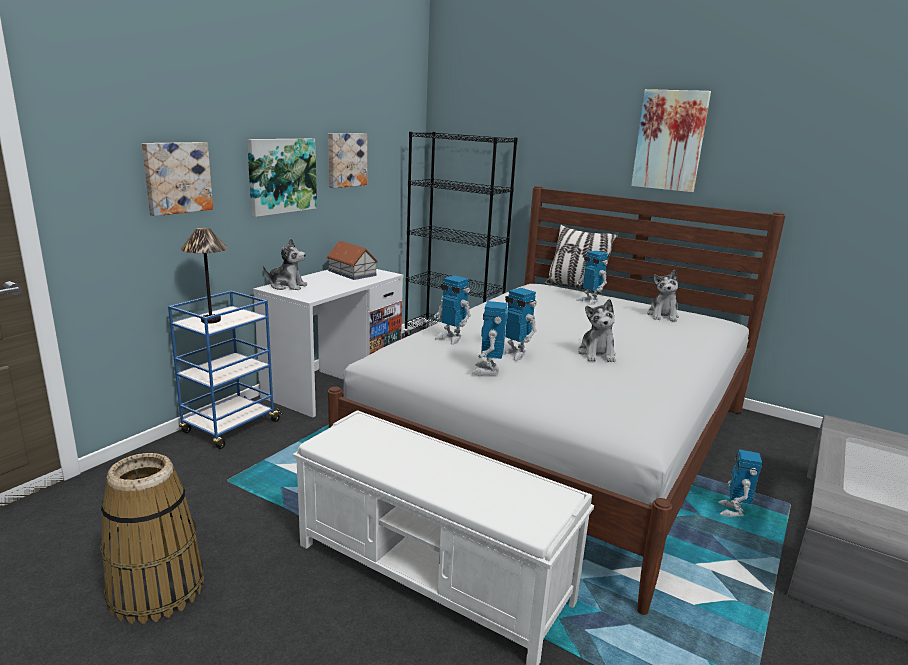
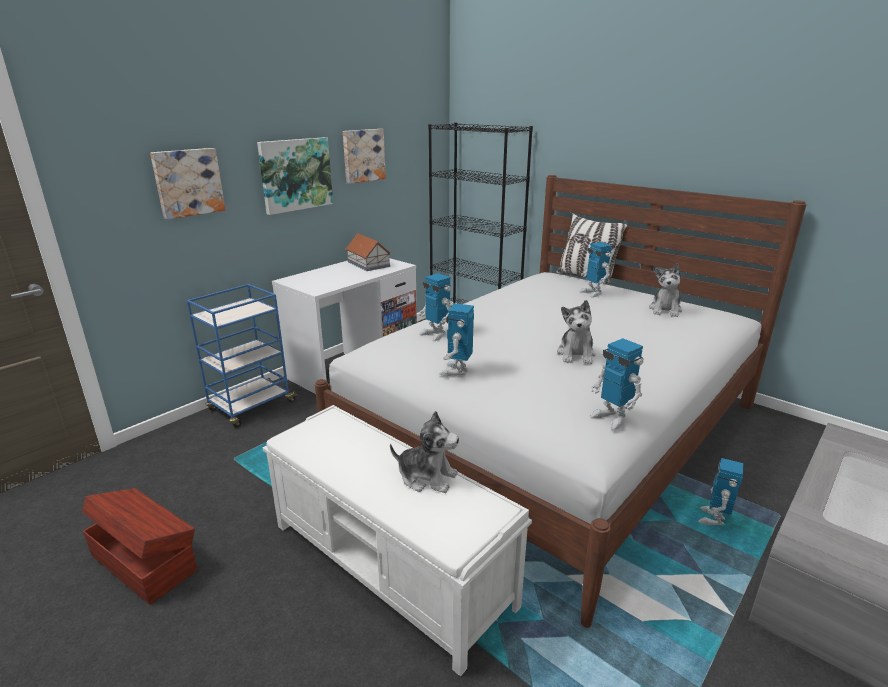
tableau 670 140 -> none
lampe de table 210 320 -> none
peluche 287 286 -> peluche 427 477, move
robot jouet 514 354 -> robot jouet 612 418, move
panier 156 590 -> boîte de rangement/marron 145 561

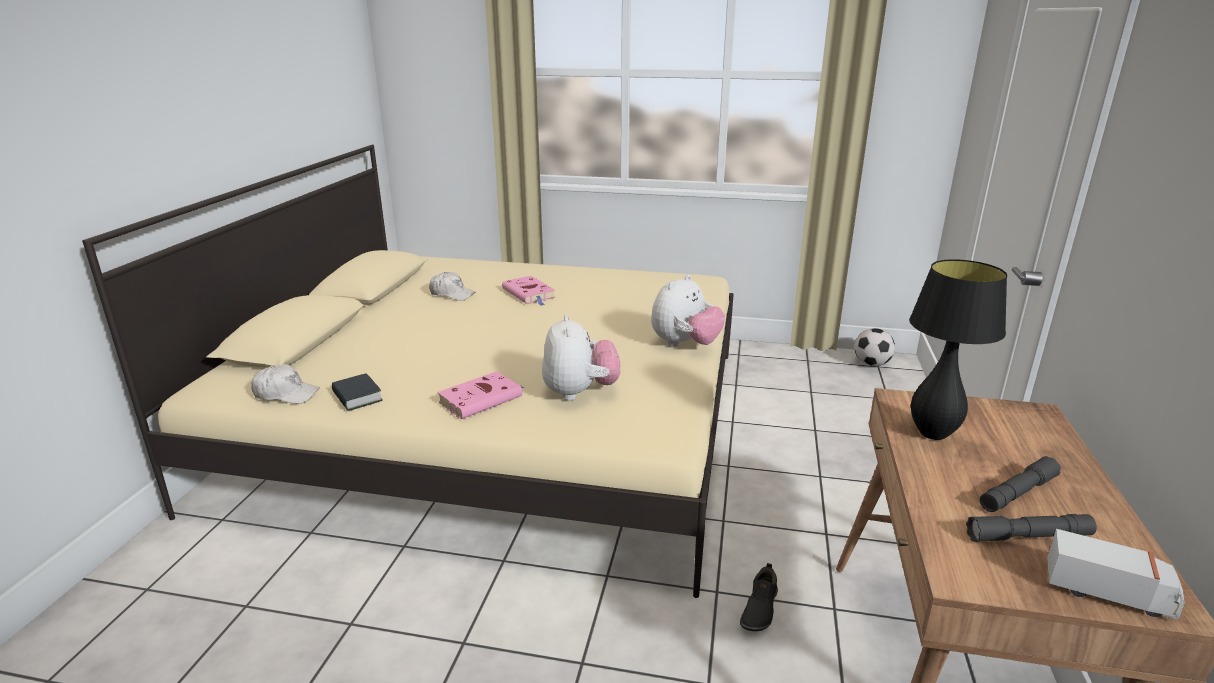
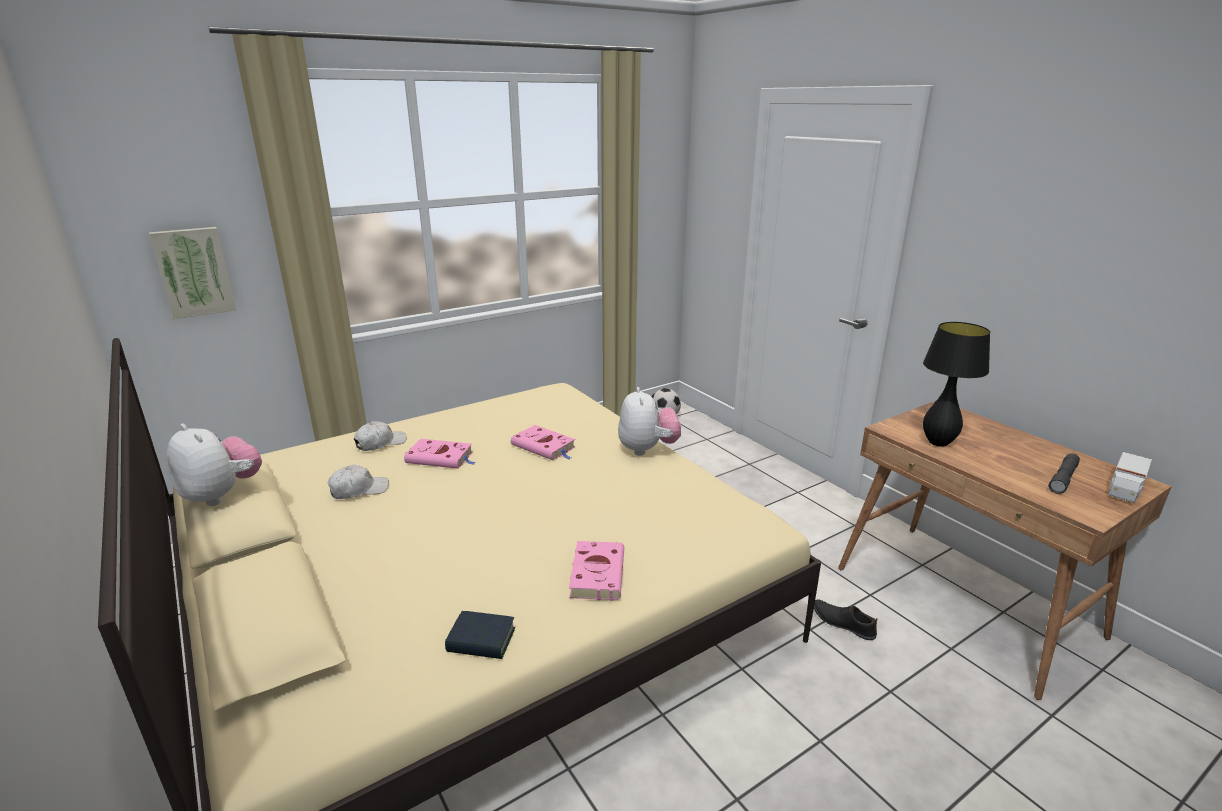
peluche 580 392 -> peluche 222 494, move
casquette/blanc 286 394 -> casquette/blanc 380 443, move
lampe de poche/gris 1017 493 -> none
camion jouet 1108 593 -> camion jouet 1124 489, 150 degrees clockwise
chaussure/noir 759 608 -> chaussure/noir 842 623, 150 degrees clockwise
none -> tableau 194 272
none -> livre/rose 545 447

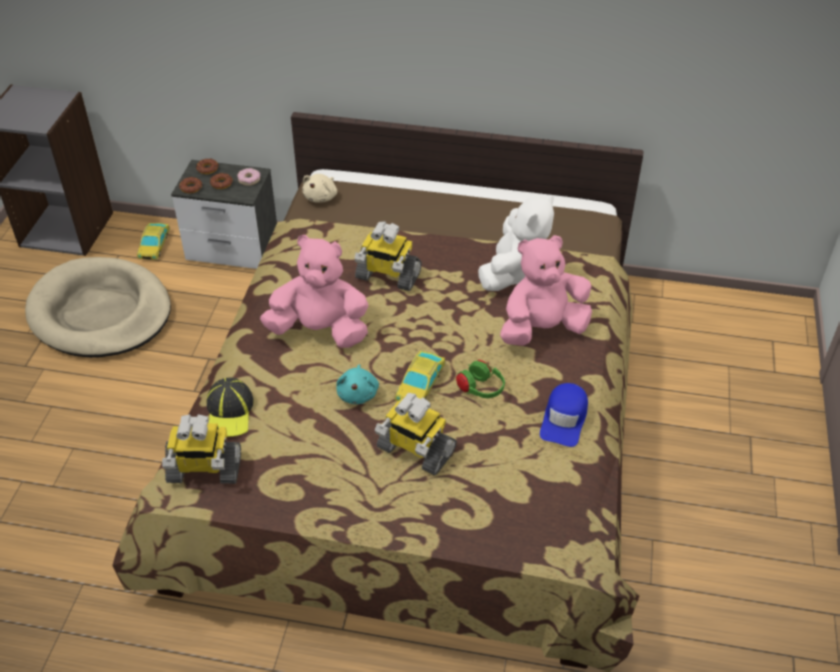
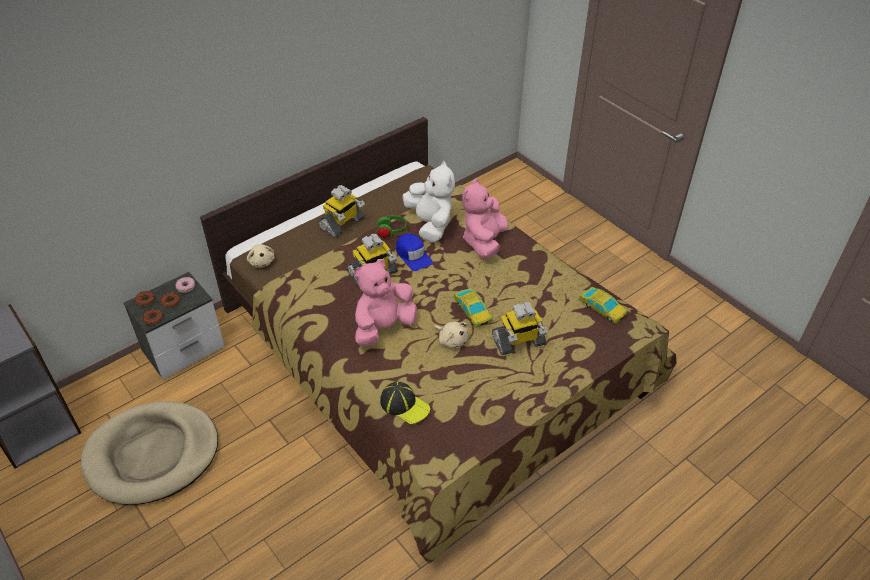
petite voiture 154 245 -> petite voiture 602 308, move
casque audio/vert 480 389 -> casque audio/vert 391 232, move
peluche/turquoise 358 393 -> peluche/beige 452 340
casquette/bleu 564 419 -> casquette/bleu 413 255, move
robot jouet 204 470 -> robot jouet 342 224, move

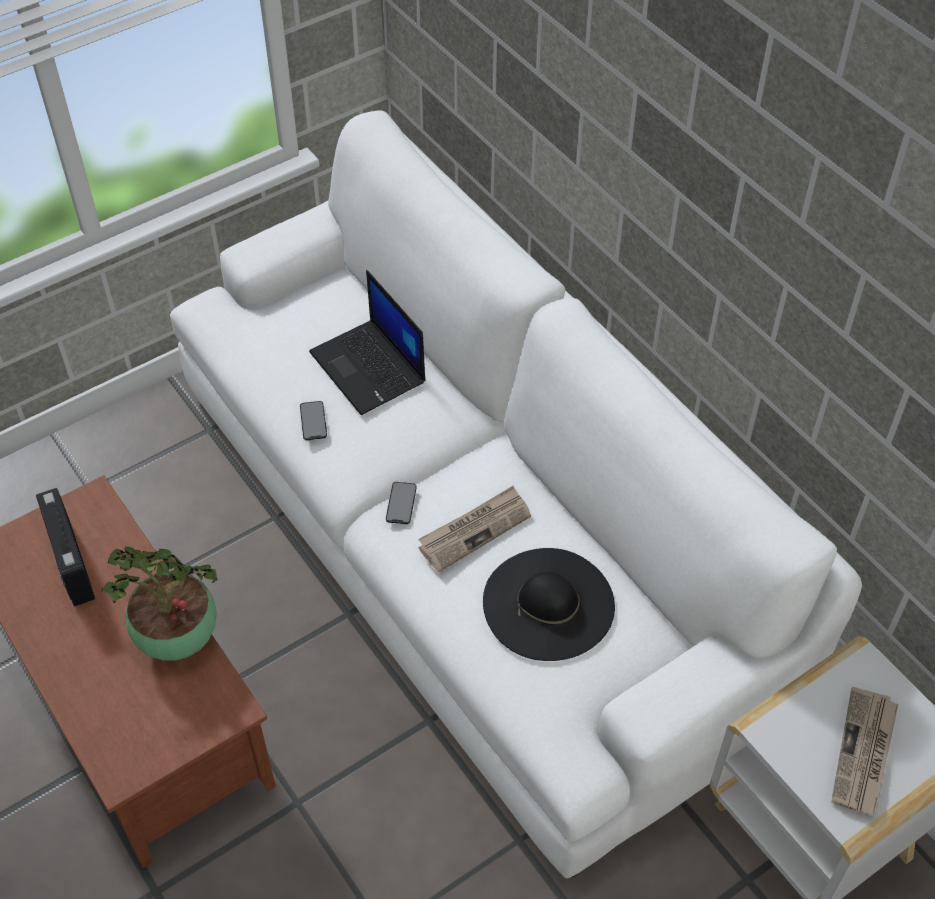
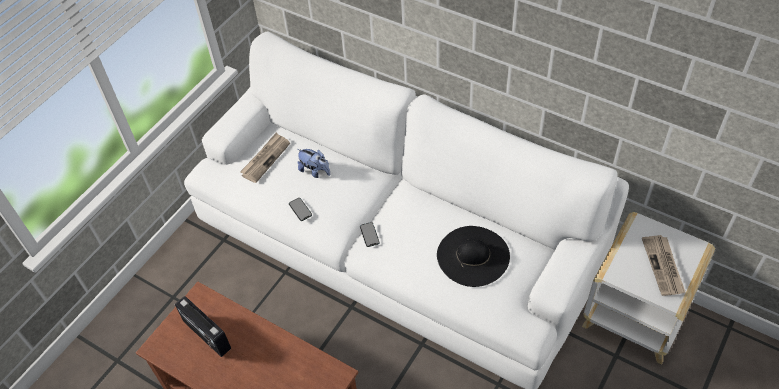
ordinateur portable 369 368 -> peluche 315 171
journal 475 530 -> journal 265 158, move
plante en pot 181 638 -> none

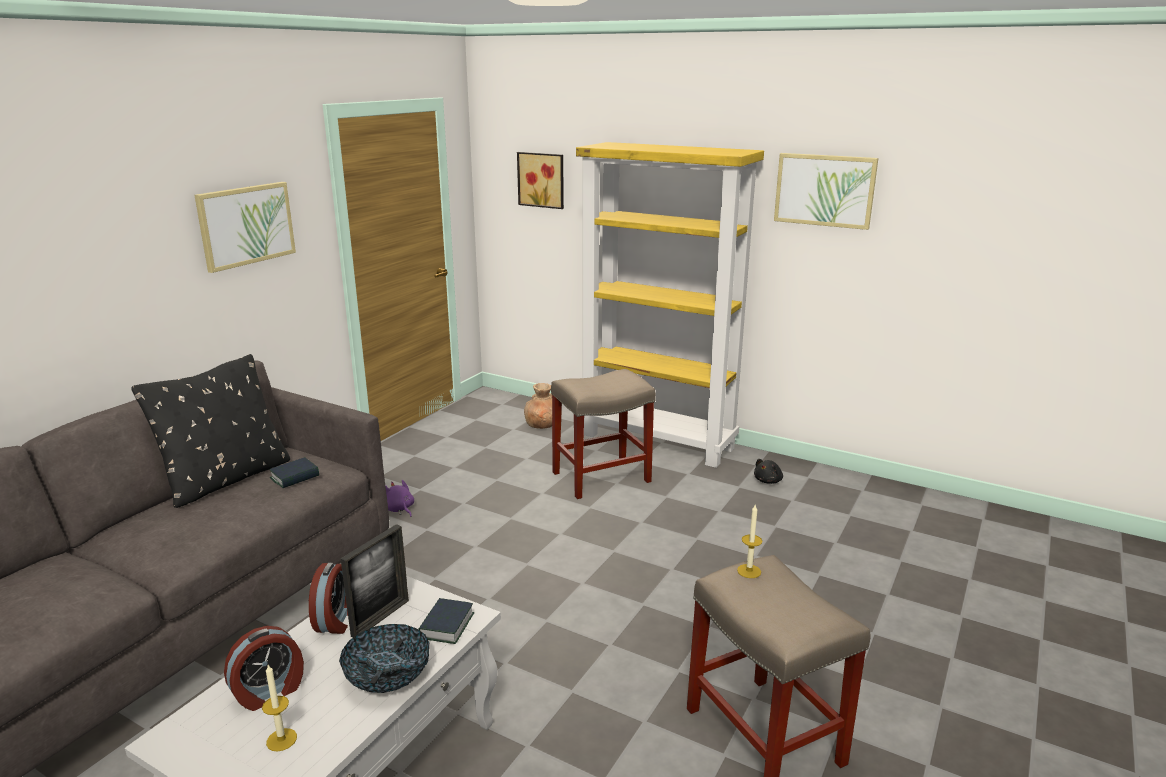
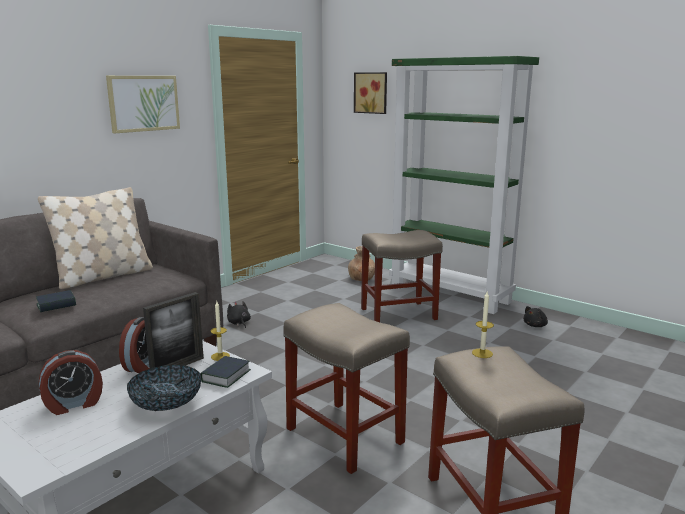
bibliothèque/jaune 659 441 -> bibliothèque/vert 450 294
tableau 824 190 -> none
coussin/noir 227 479 -> coussin/beige 103 276
livre 295 477 -> livre 56 305, move
peluche/violet 399 509 -> peluche/noir 239 323
bougie 281 739 -> bougie 220 356, move
none -> tabouret/beige 346 436

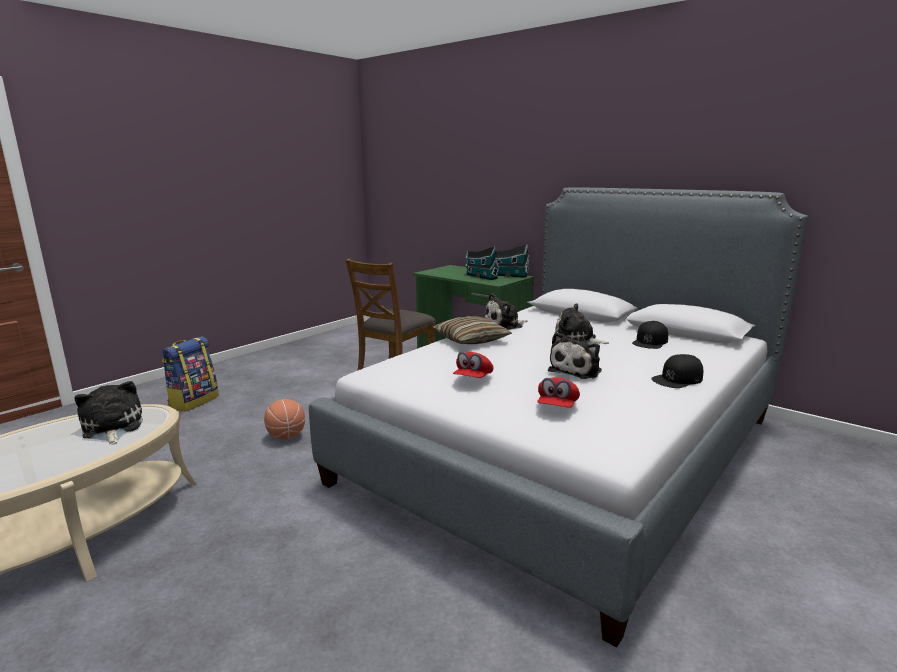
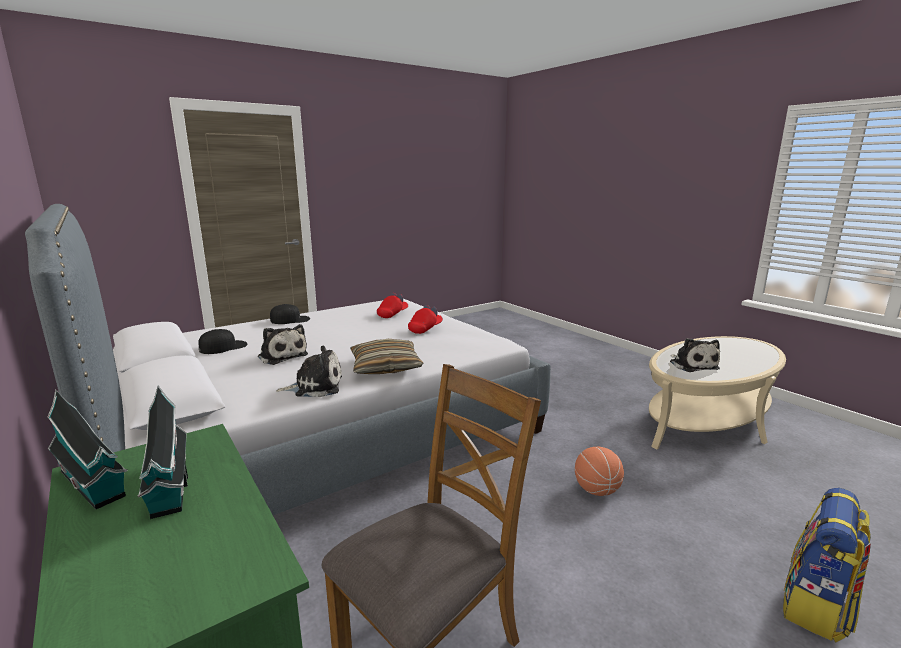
peluche 577 370 -> none

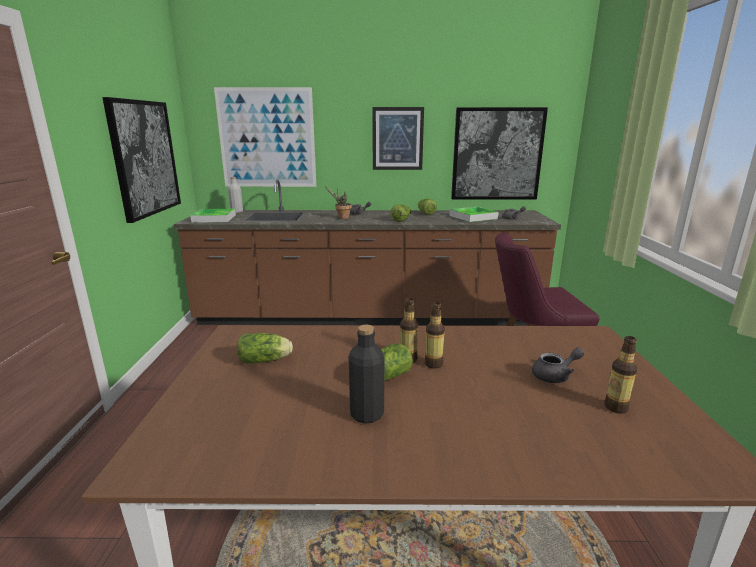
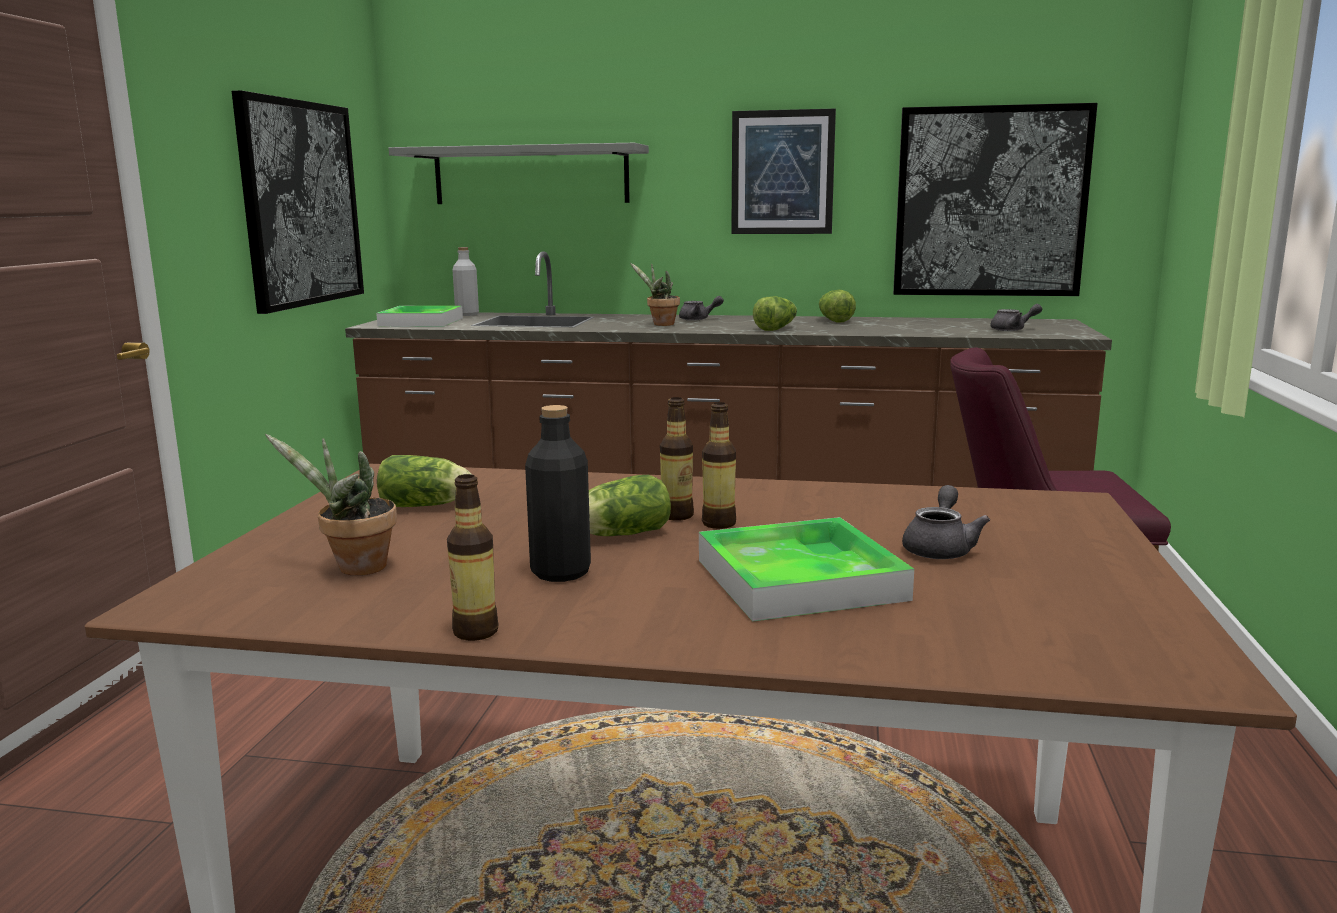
tableau 267 138 -> étagère/gris 531 175
plateau 473 217 -> plateau 799 579, move
bouteille 616 407 -> bouteille 475 632, move
théière/gris 555 376 -> théière/gris 940 548, 60 degrees counterclockwise
none -> plante en pot 354 568

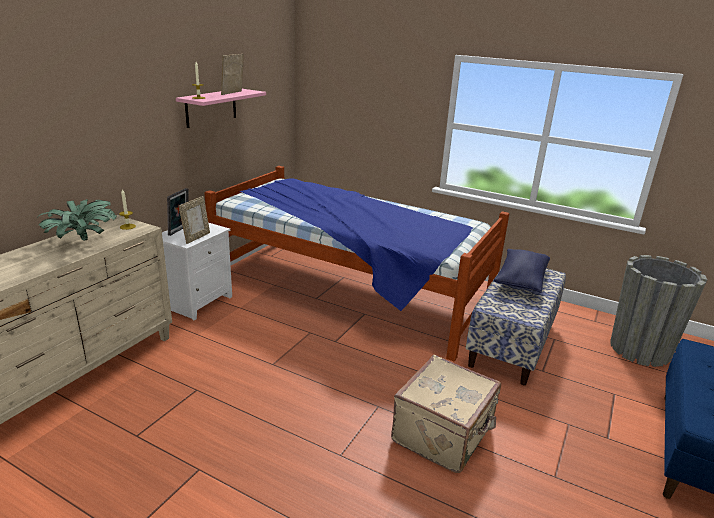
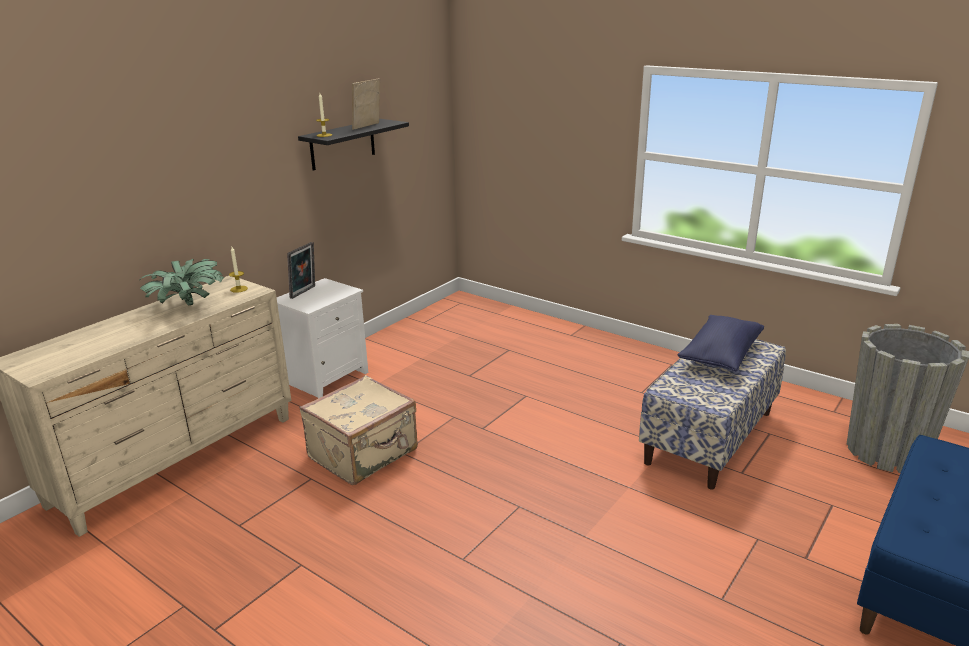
étagère/rose 211 107 -> étagère/noir 342 144
lit 350 291 -> none
cadre photo 196 237 -> none
valise/beige 444 434 -> valise/beige 364 454, move

